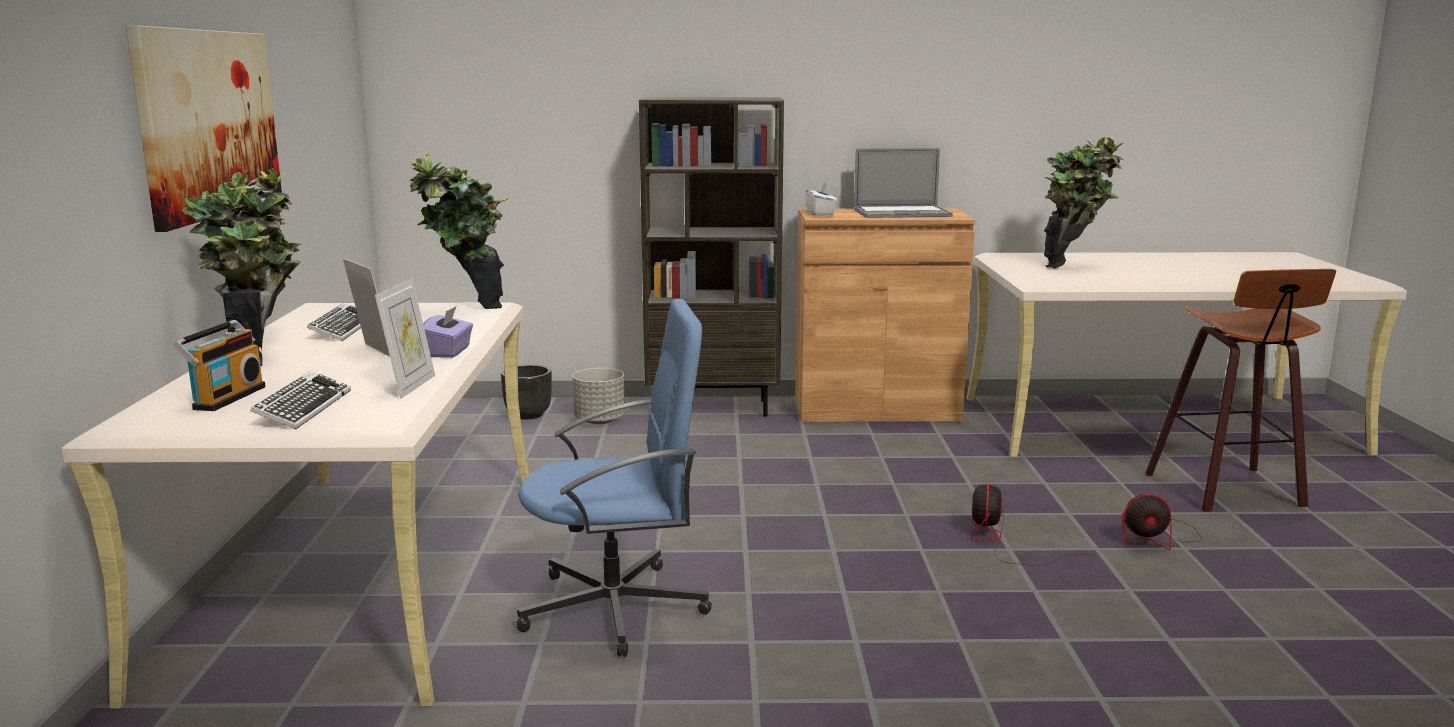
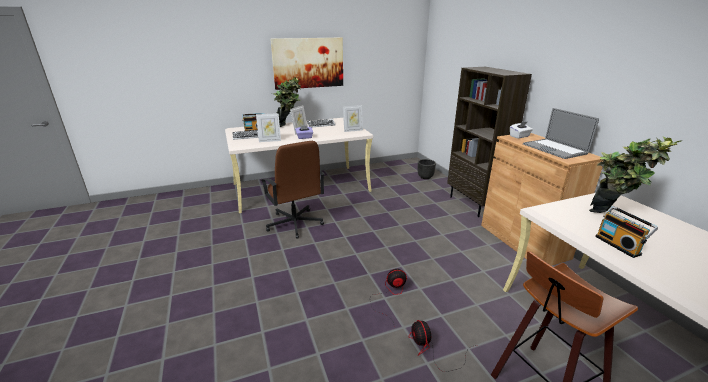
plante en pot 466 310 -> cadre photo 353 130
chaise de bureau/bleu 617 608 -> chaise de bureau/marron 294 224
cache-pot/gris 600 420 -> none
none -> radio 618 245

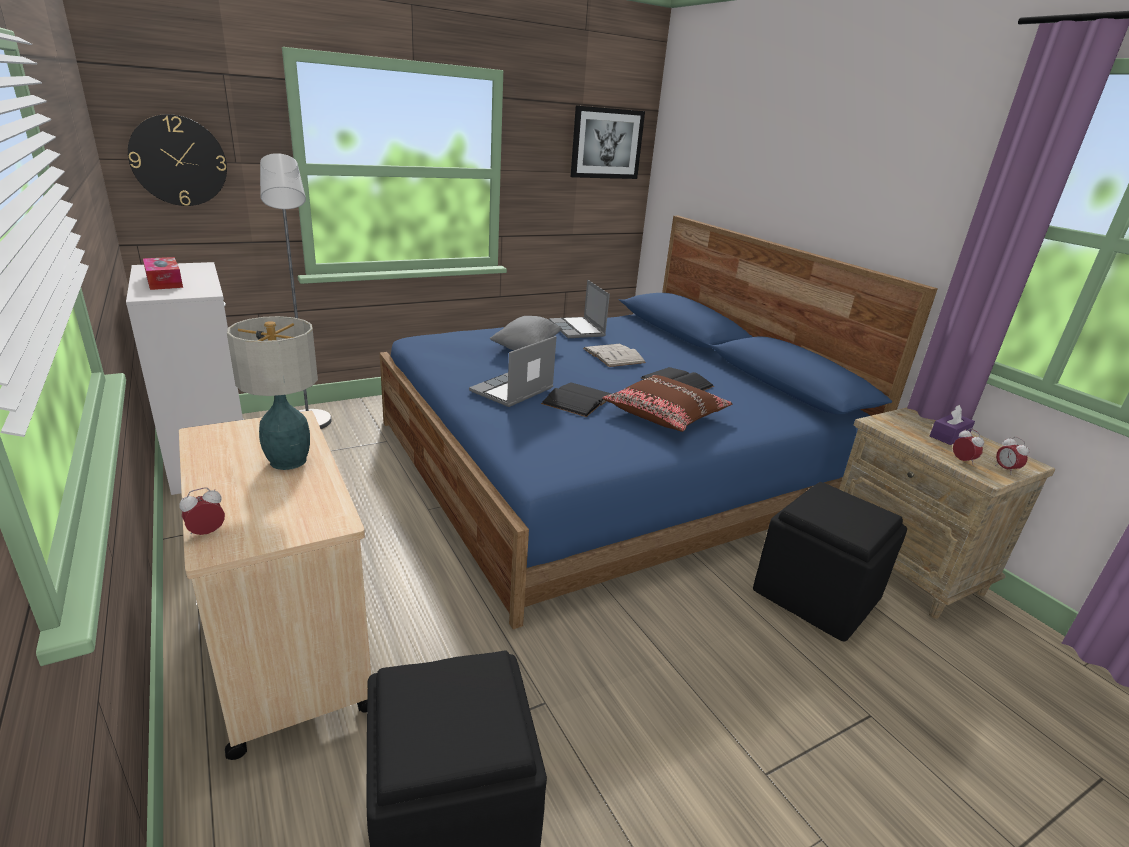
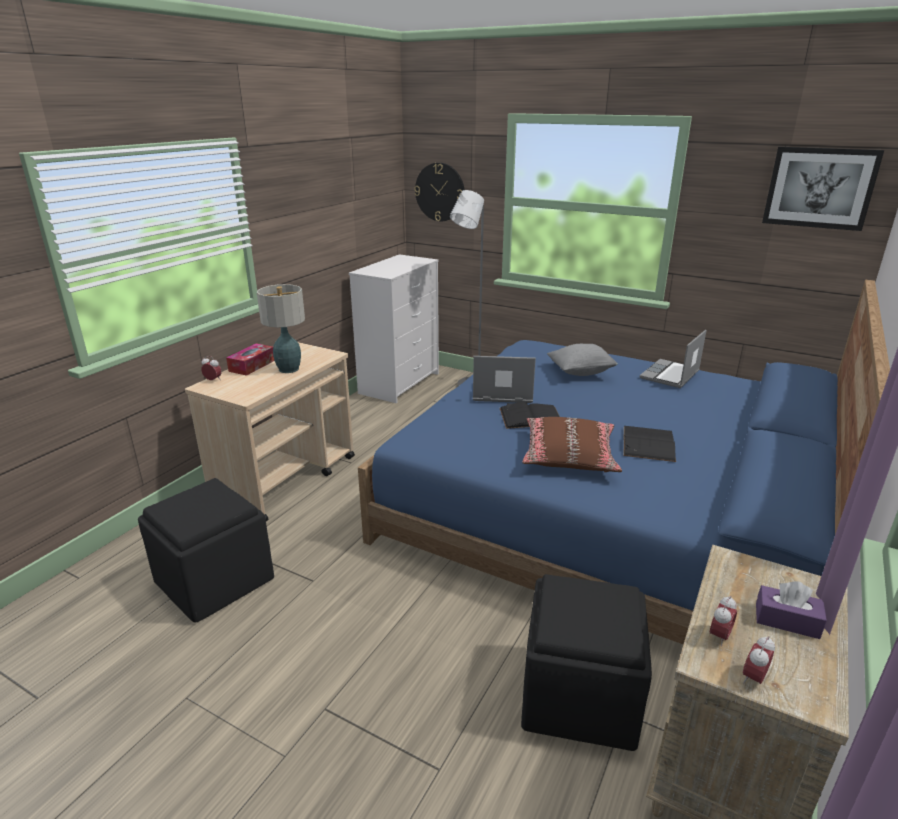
boîte à mouchoirs 164 281 -> boîte à mouchoirs 252 365, move
livre/blanc 613 355 -> none

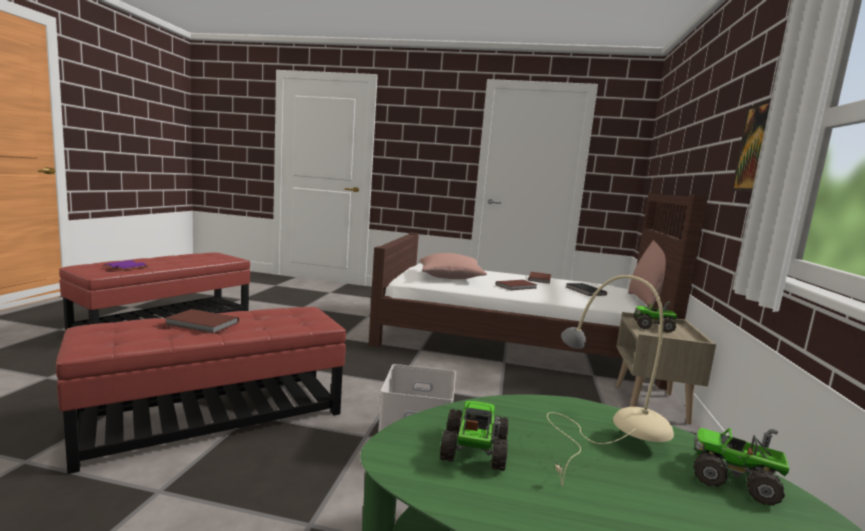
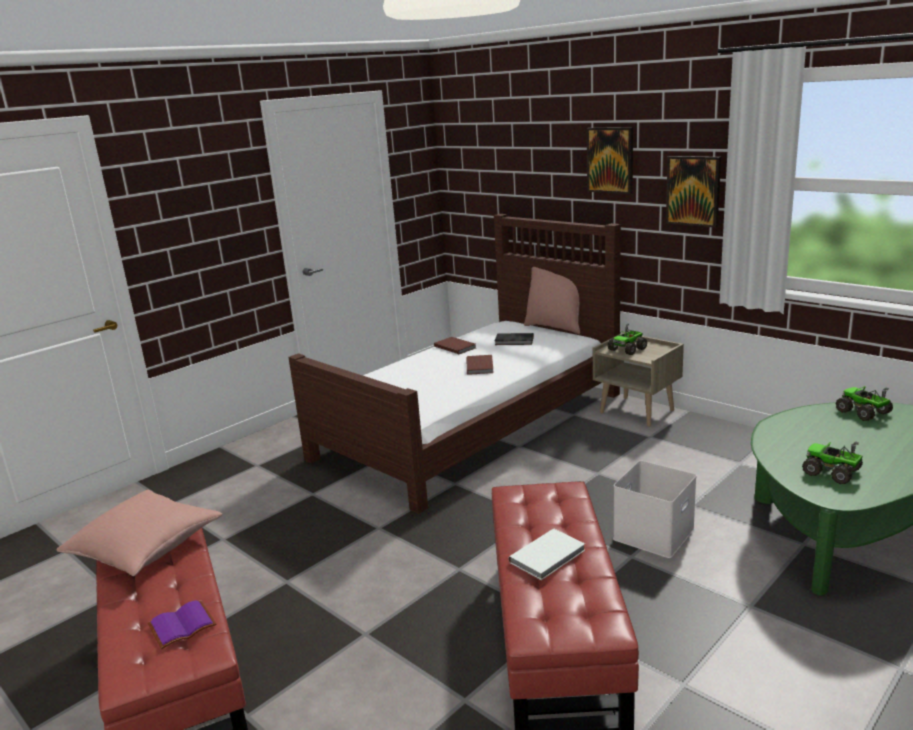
coussin/rose 450 277 -> coussin/rose 145 548, move
lampe de table/beige 606 440 -> none
livre/marron 202 324 -> livre/blanc 549 556
camion jouet 734 479 -> camion jouet 863 412, 90 degrees clockwise
none -> tableau 610 160

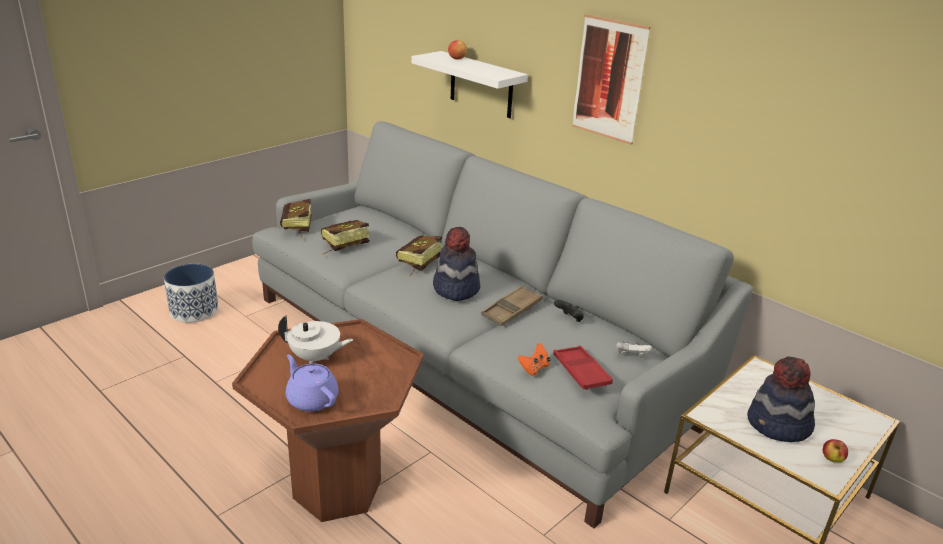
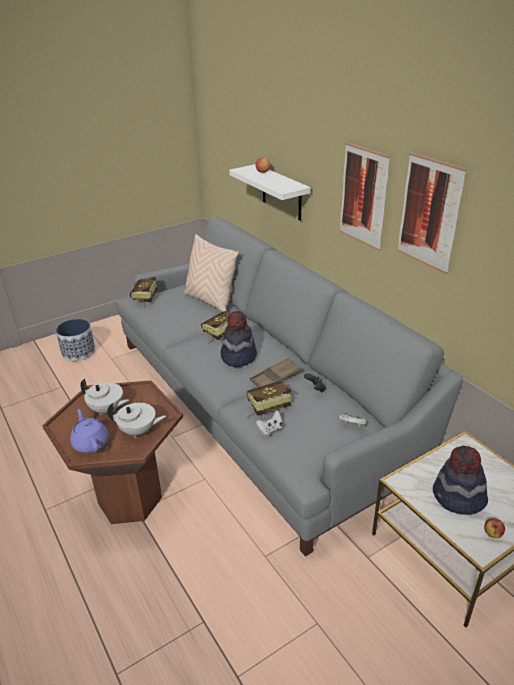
livre 341 246 -> livre 264 407, move
manette/orange 534 368 -> manette/blanc 270 429
plateau/rouge 581 372 -> none
none -> tableau 429 213
none -> coussin/beige 210 300
none -> théière/blanc 138 431

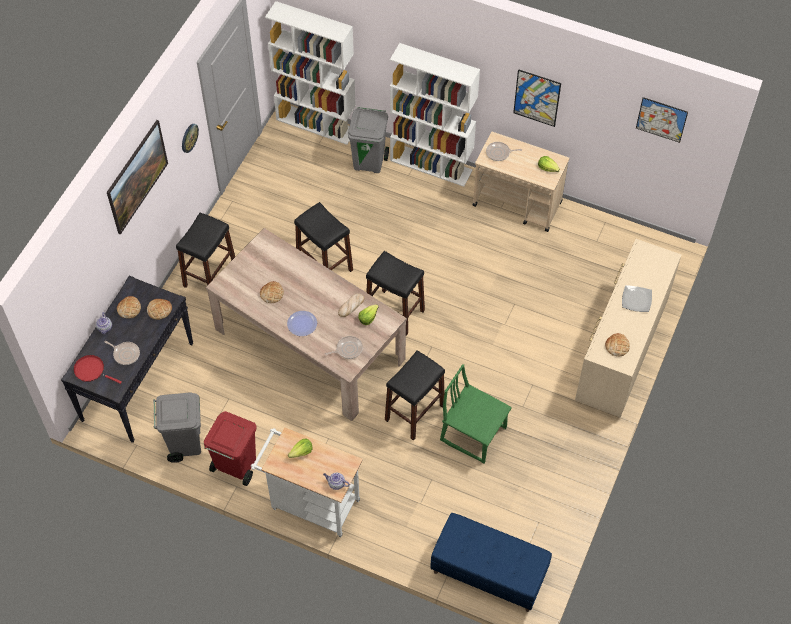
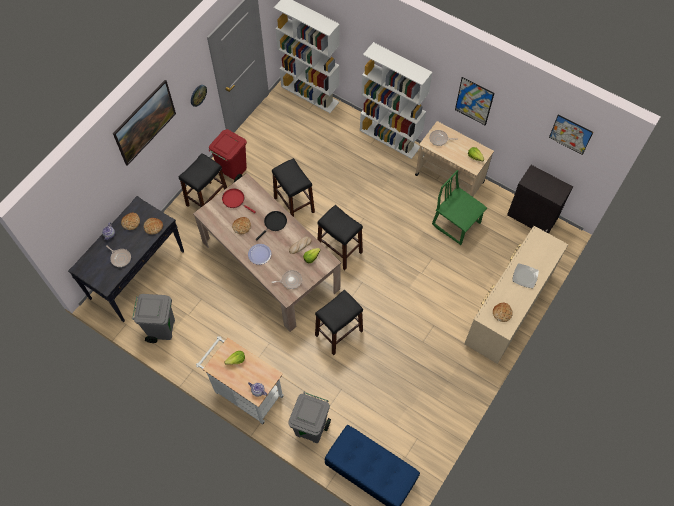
poubelle/gris 369 162 -> poubelle/gris 311 428, move
poêle/rouge 91 370 -> poêle/rouge 235 200, move
chaise/vert 473 433 -> chaise/vert 456 223, move
poubelle/rouge 235 466 -> poubelle/rouge 232 171, move
none -> meuble de rangement/noir 532 218
none -> poêle/noir 274 223

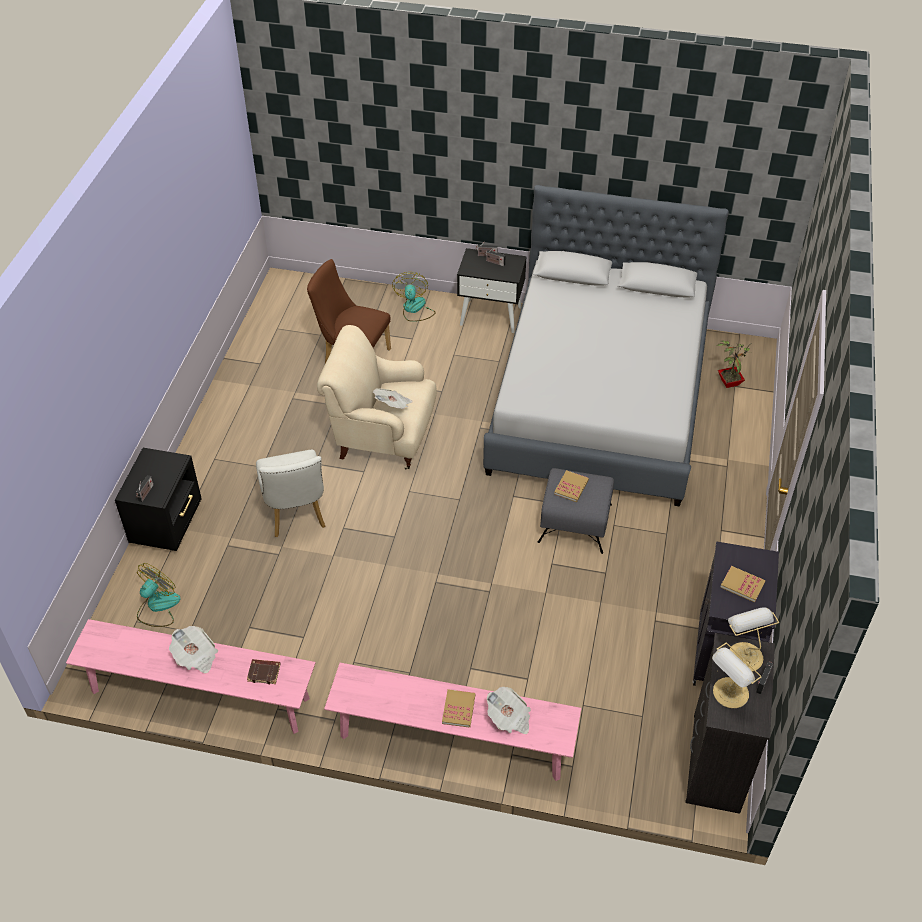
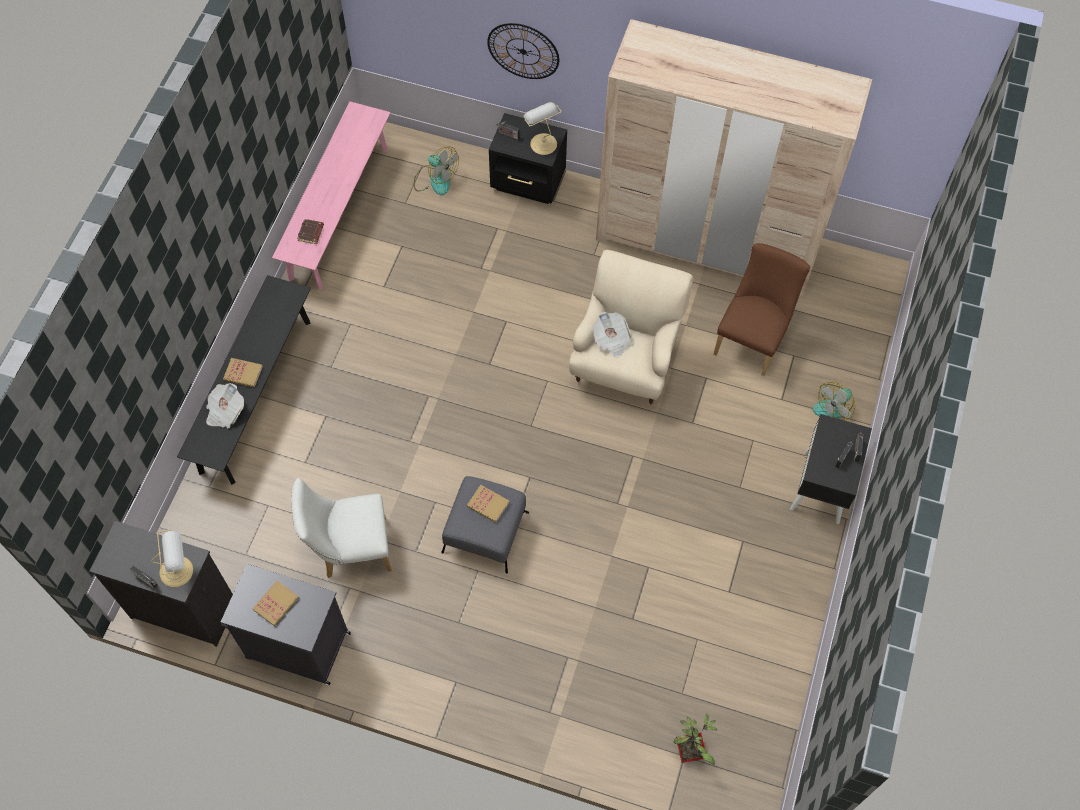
lit/gris 600 400 -> none
ventilateur 414 309 -> ventilateur 834 405, 135 degrees clockwise
chaise/blanc 296 515 -> chaise/blanc 350 549, move
journal 196 657 -> none
lampe de table 729 694 -> lampe de table 542 143, move
banc/rose 452 740 -> banc/noir 255 395
none -> armoire/beige 707 241
none -> horloge murale 523 51

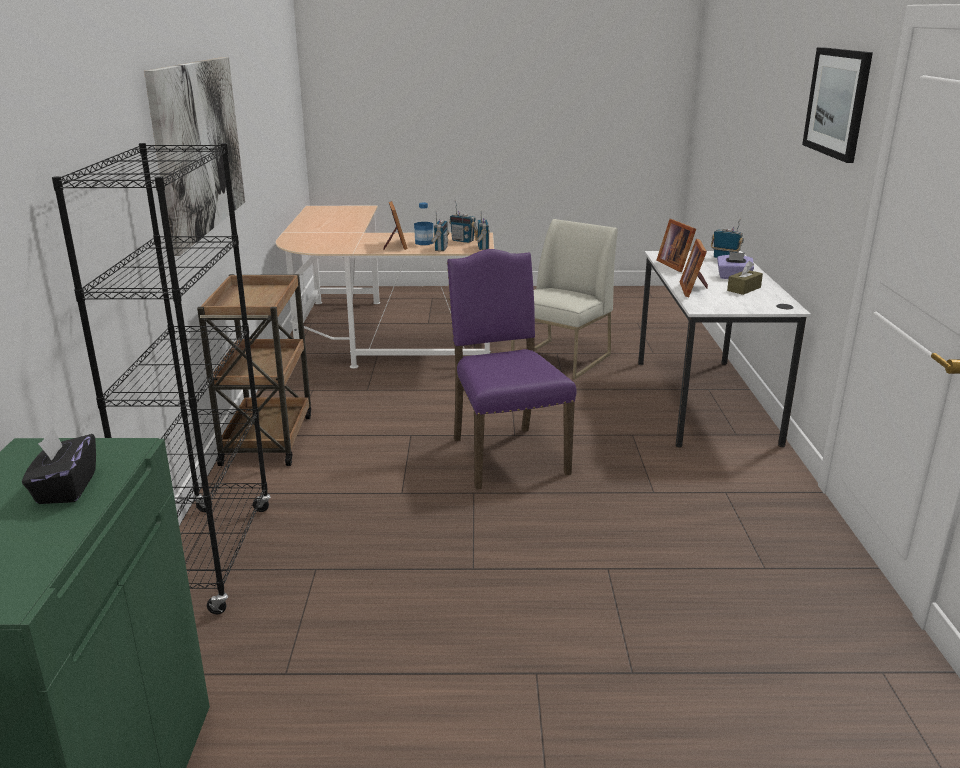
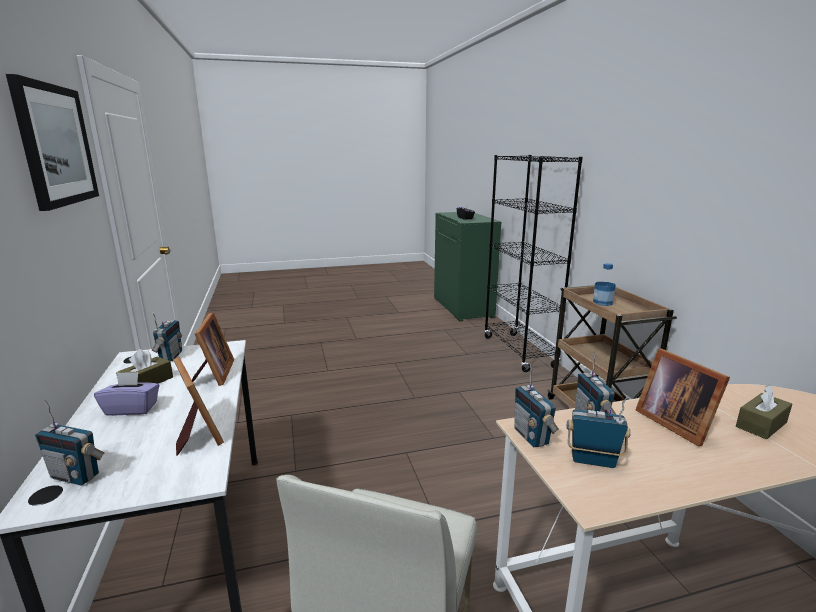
tableau 199 147 -> none
bouteille 424 242 -> bouteille 602 302, move
chaise/violet 505 454 -> none
none -> radio 170 356
none -> boîte à mouchoirs/marron 761 424

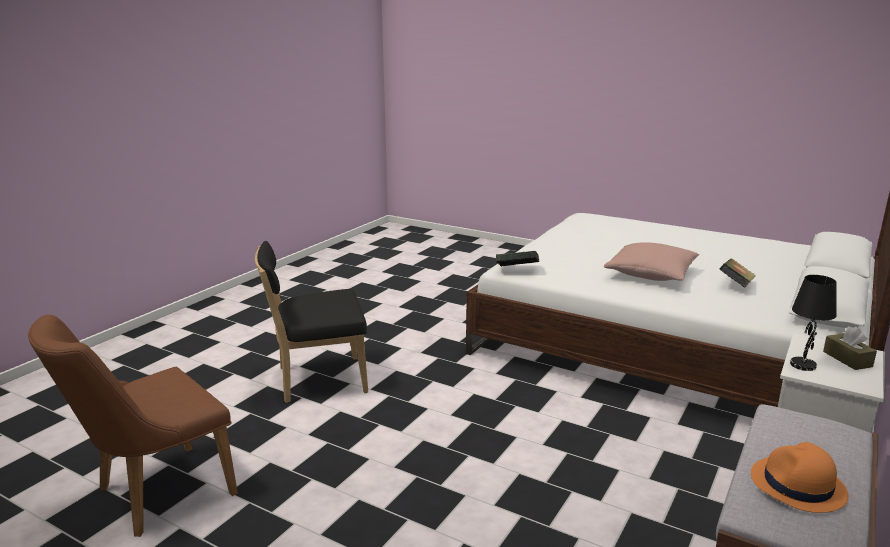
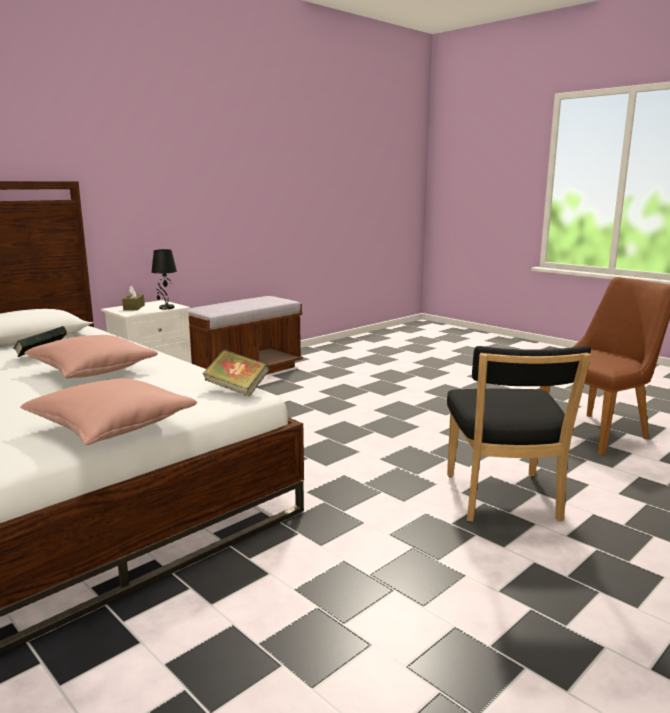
chaise/noir 317 380 -> chaise/noir 503 500, 90 degrees clockwise
chapeau/orange 797 486 -> none
none -> coussin/rose 112 427

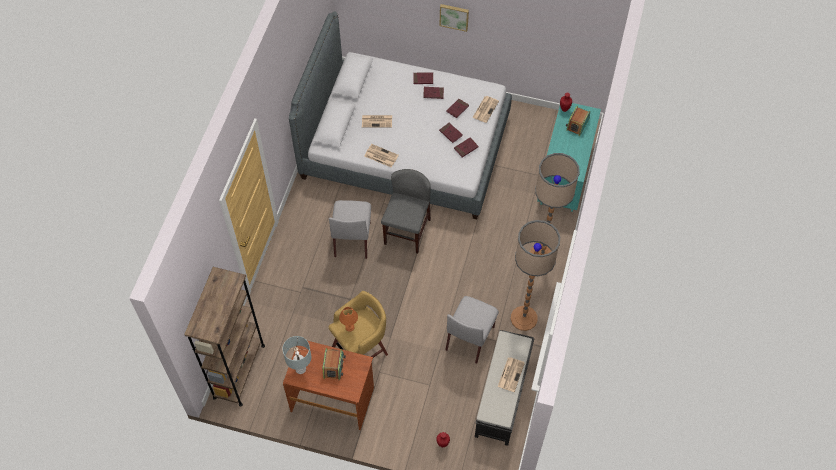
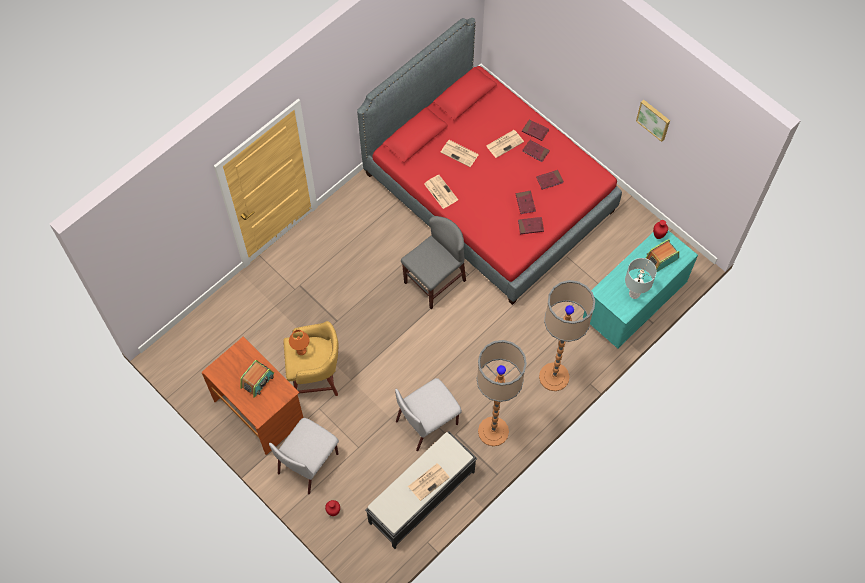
tableau 454 16 -> tableau 654 119, move
lit/gris 404 147 -> lit/rouge 488 192
journal 485 109 -> journal 505 143, move
chaise/gris 352 238 -> chaise/gris 308 462, move
bibliothèque/marron 239 371 -> none
lampe de table/gris 300 369 -> lampe de table/gris 634 294, move

